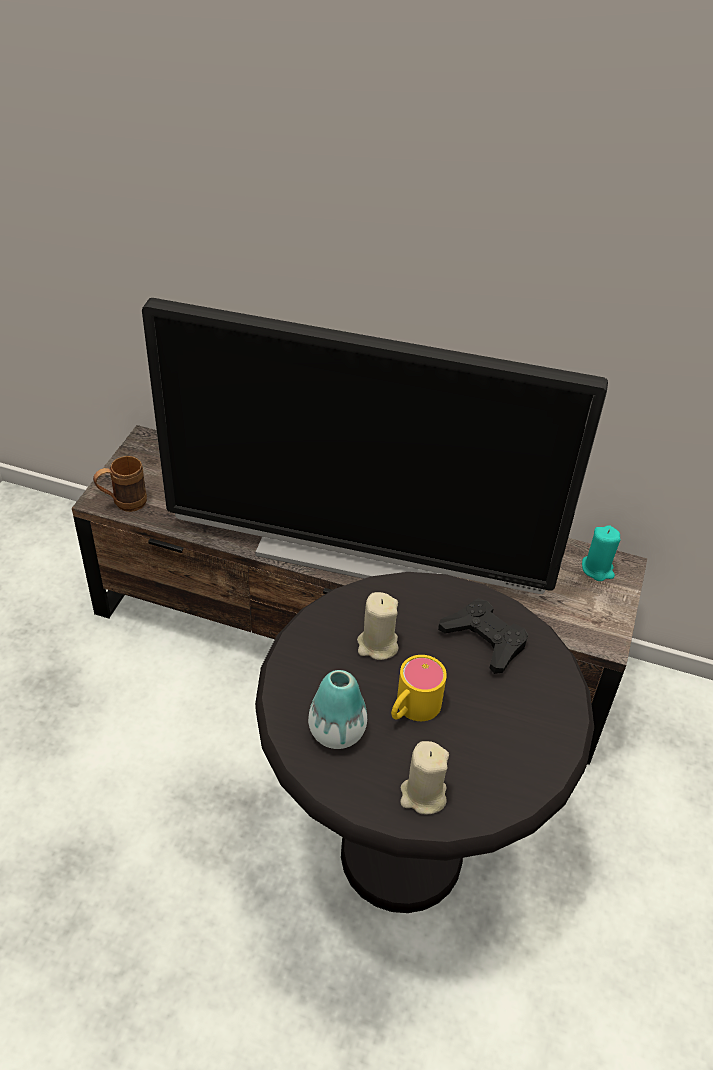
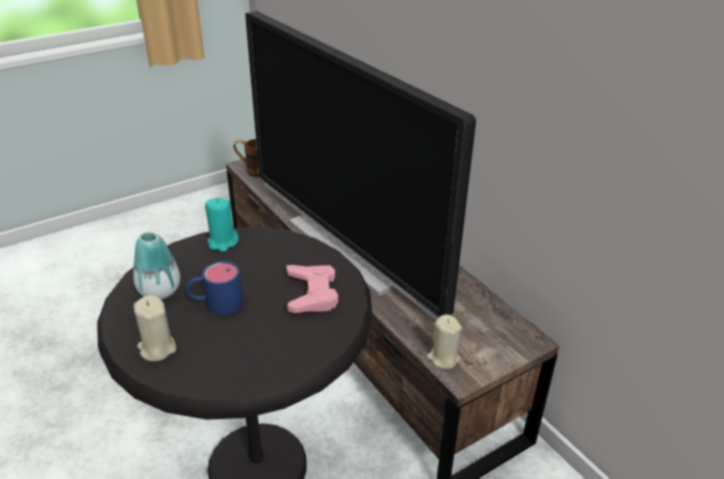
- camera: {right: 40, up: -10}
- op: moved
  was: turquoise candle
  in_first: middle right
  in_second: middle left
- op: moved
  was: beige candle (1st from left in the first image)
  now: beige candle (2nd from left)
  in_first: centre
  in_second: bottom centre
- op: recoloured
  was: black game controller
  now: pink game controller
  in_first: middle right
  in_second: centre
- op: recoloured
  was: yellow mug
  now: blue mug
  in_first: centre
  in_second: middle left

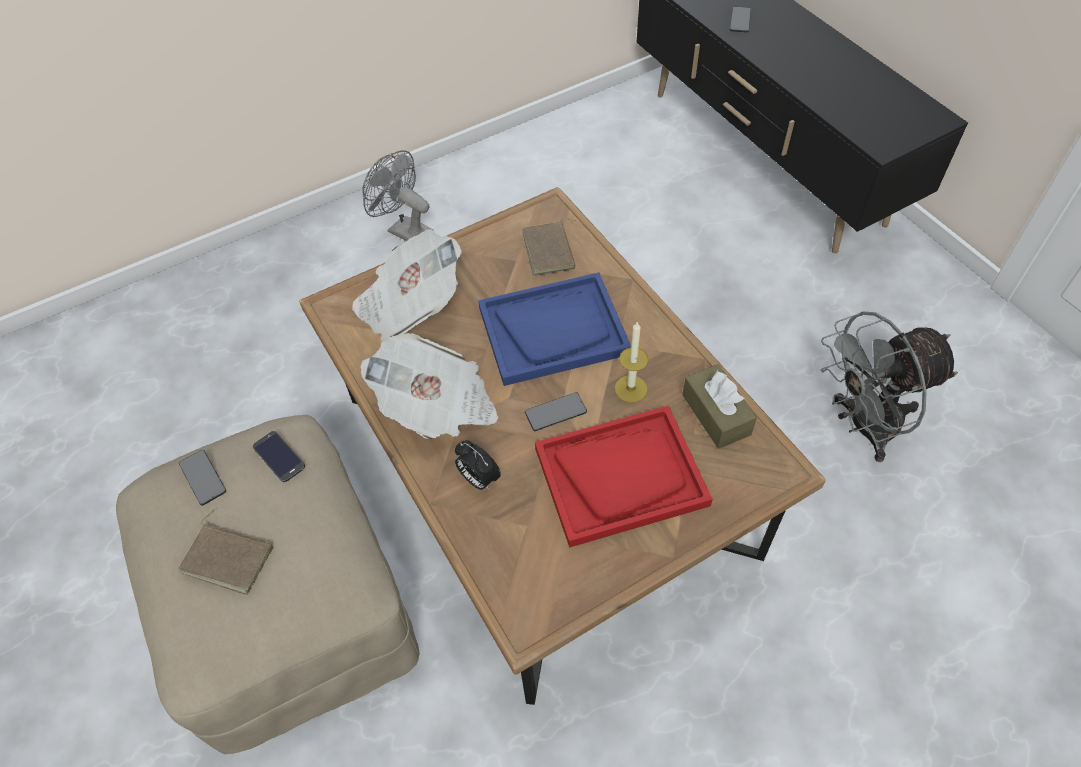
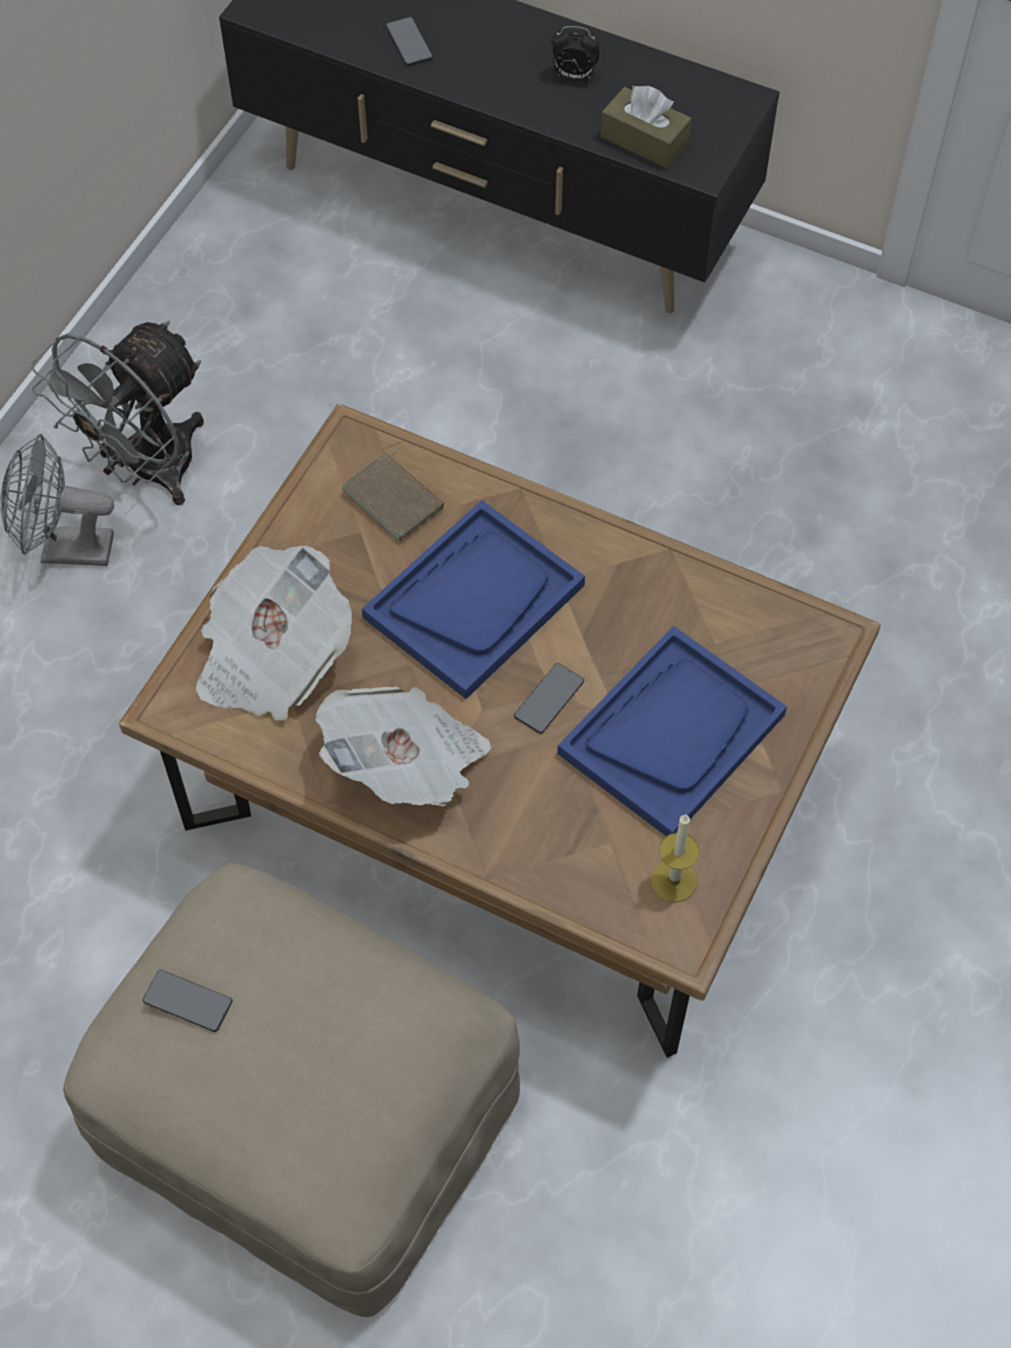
- camera: {right: -35, up: 5}
- op: moved
  was: grey fan (2nd from left)
  in_first: middle right
  in_second: top left
- op: moved
  was: candle
  in_first: centre
  in_second: middle right
- op: moved
  was: brown tissue box
  in_first: centre
  in_second: top centre
- op: recoloured
  was: red tray
  now: blue tray (2nd from left)
  in_first: centre
  in_second: centre
- op: removed
  was: phone (2nd from left)
  in_first: middle left
- op: moved
  was: alarm clock
  in_first: centre
  in_second: top centre
- op: removed
  was: brown book (1st from left)
  in_first: bottom left

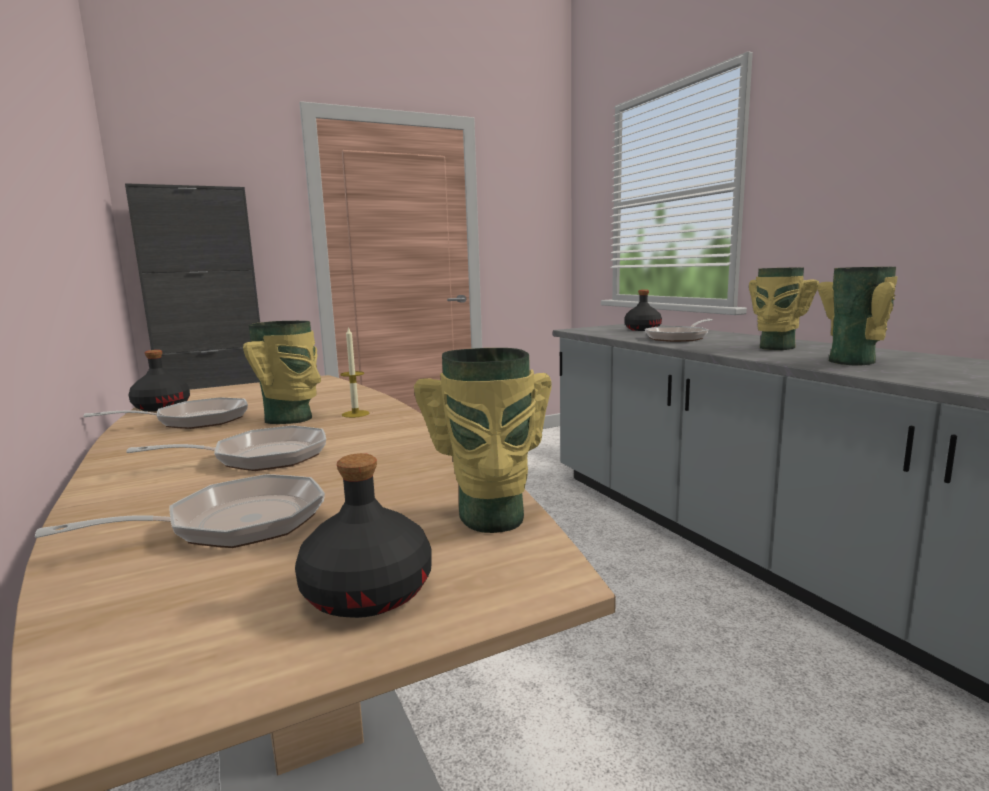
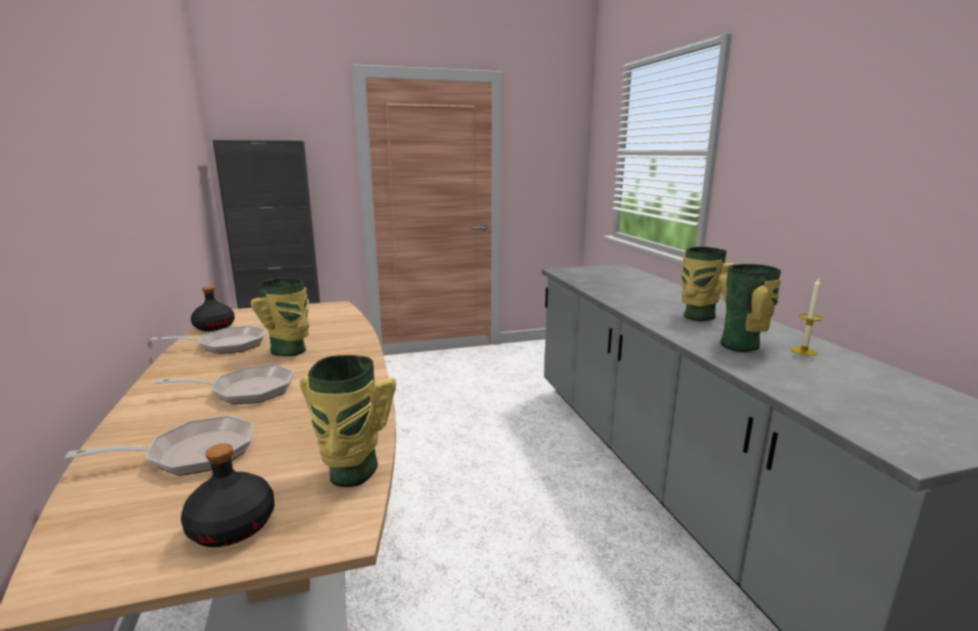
- camera: {right: 10, up: 5}
- op: removed
  was: black bottle (3rd from left)
  in_first: centre
- op: removed
  was: frying pan (4th from left)
  in_first: middle right
- op: moved
  was: candle
  in_first: centre
  in_second: middle right

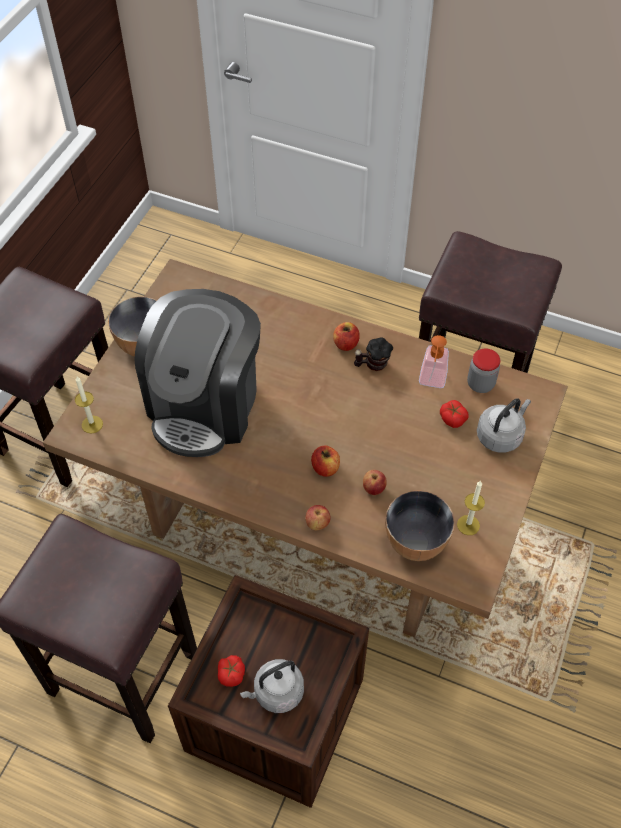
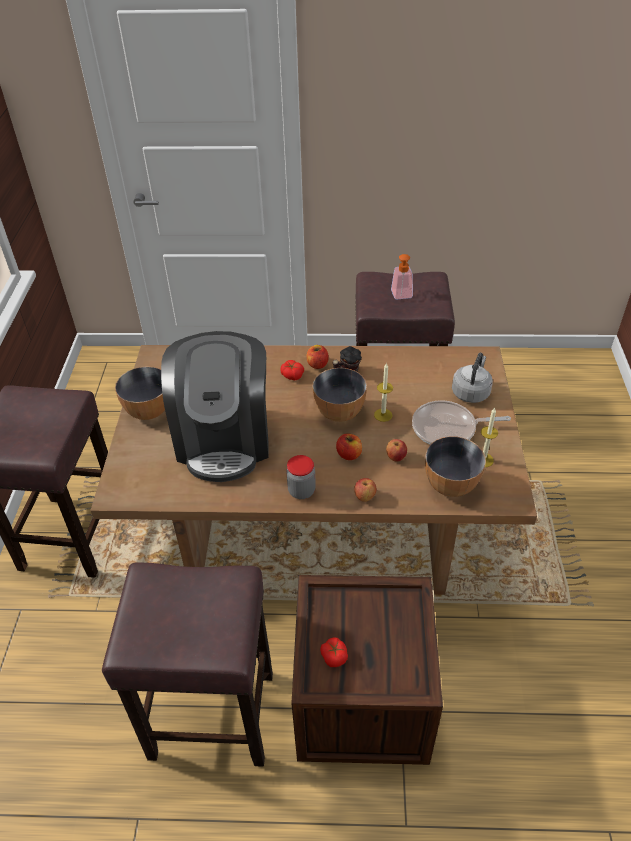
- camera: {right: -20, up: -10}
- op: moved
  was: soap dispenser
  in_first: middle right
  in_second: top centre
- op: moved
  was: jar
  in_first: middle right
  in_second: centre
- op: moved
  was: candle (1st from left)
  in_first: middle left
  in_second: centre
- op: moved
  was: tomato (2nd from left in the first image)
  now: tomato (1st from left)
  in_first: middle right
  in_second: centre
- op: removed
  was: grey kettle (1st from left)
  in_first: bottom centre
- op: added
  now: bowl (2nd from left)
  in_second: centre
- op: added
  now: frying pan
  in_second: middle right

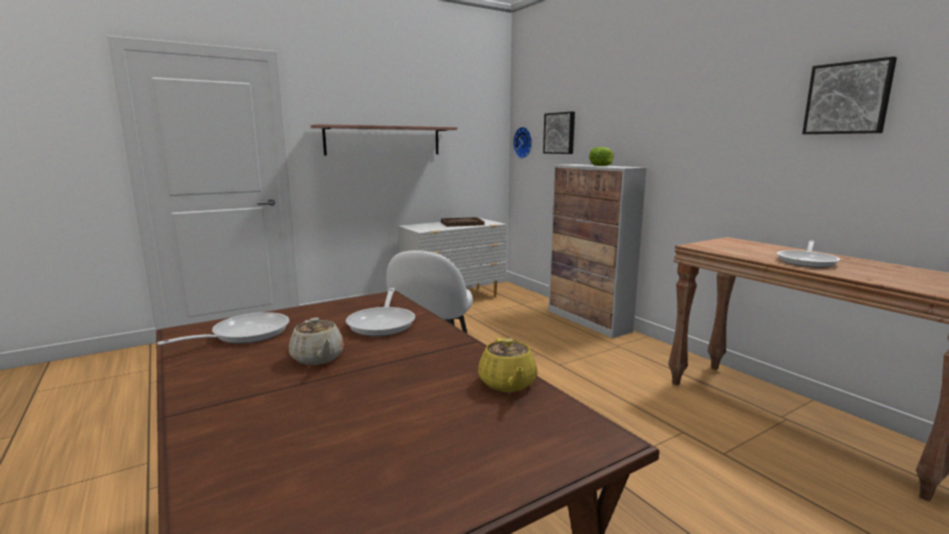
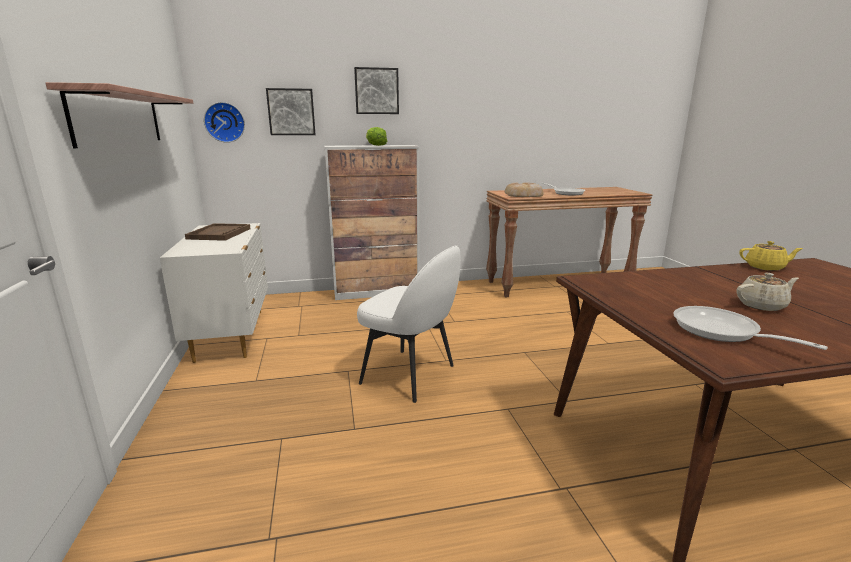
- camera: {right: -70, up: 5}
- op: moved
  was: picture (2nd from left)
  in_first: top right
  in_second: top centre
- op: removed
  was: frying pan (2nd from left)
  in_first: centre
- op: added
  now: bread
  in_second: centre

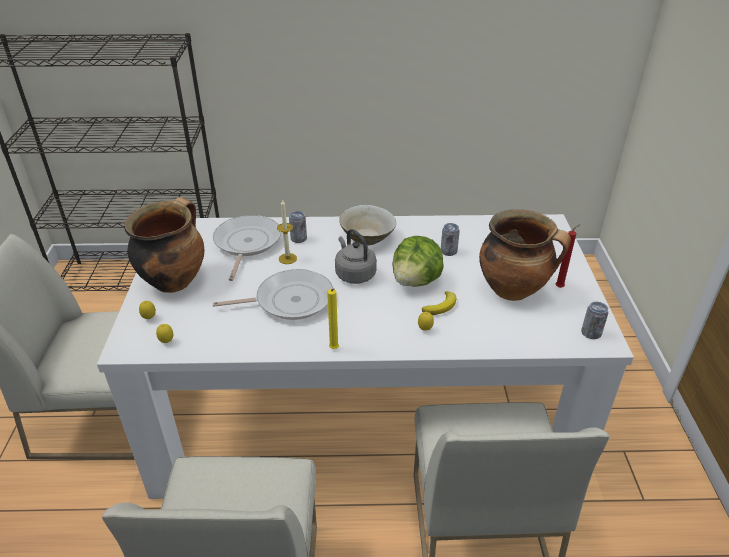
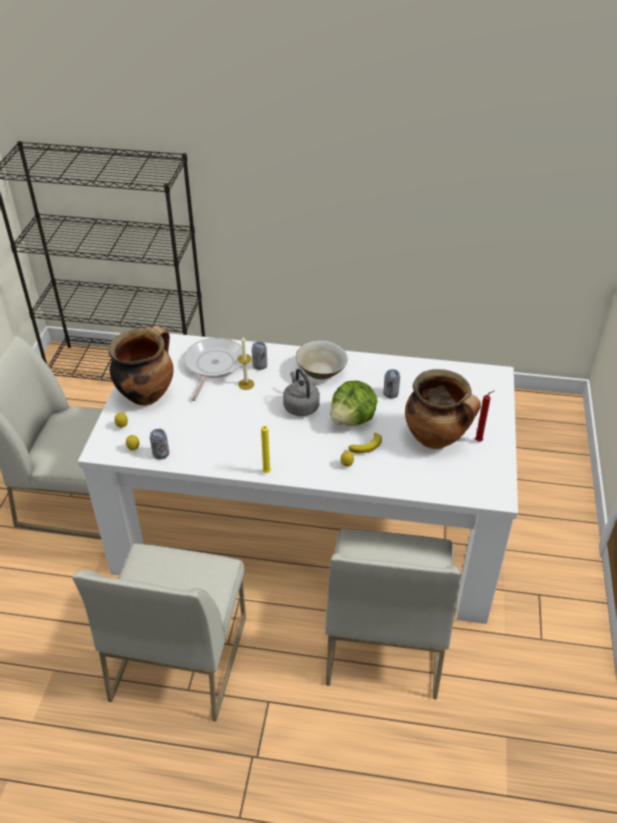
- camera: {right: 10, up: 5}
- op: removed
  was: frying pan (2nd from left)
  in_first: centre
- op: moved
  was: can (3rd from left in the first image)
  now: can (1st from left)
  in_first: middle right
  in_second: middle left

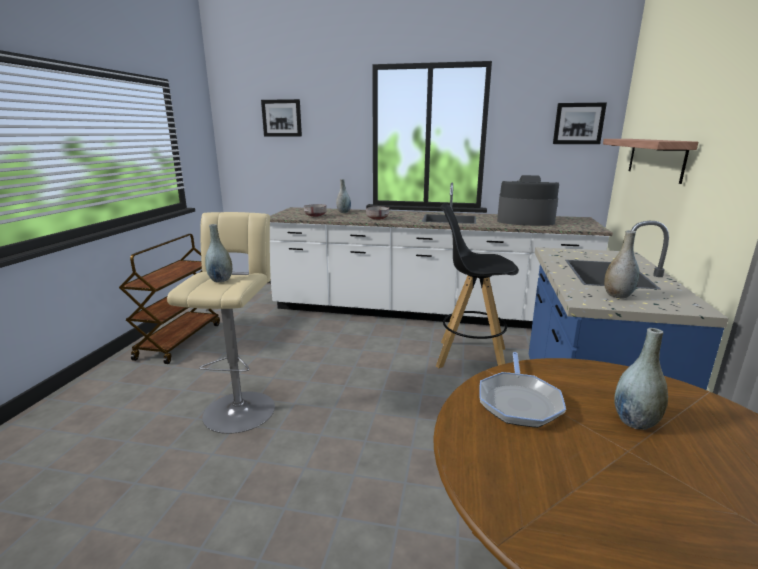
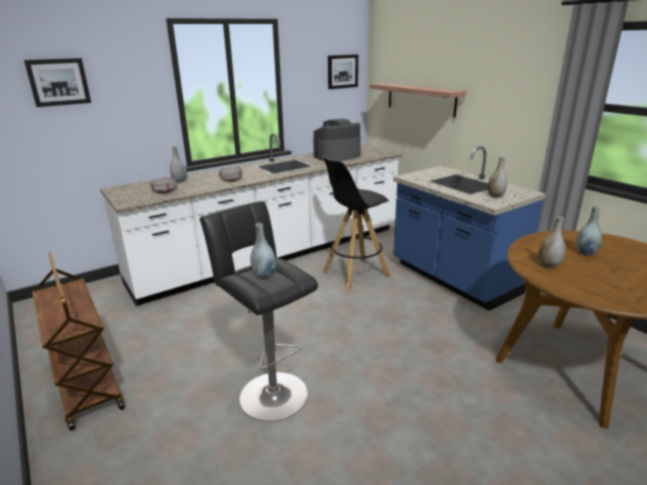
- camera: {right: -45, up: 5}
- op: recoloured
  was: beige stool
  now: black stool (1st from left)
  in_first: middle left
  in_second: centre
- op: replaced
  was: frying pan
  now: grey vase (4th from left)
  in_first: bottom right
  in_second: middle right

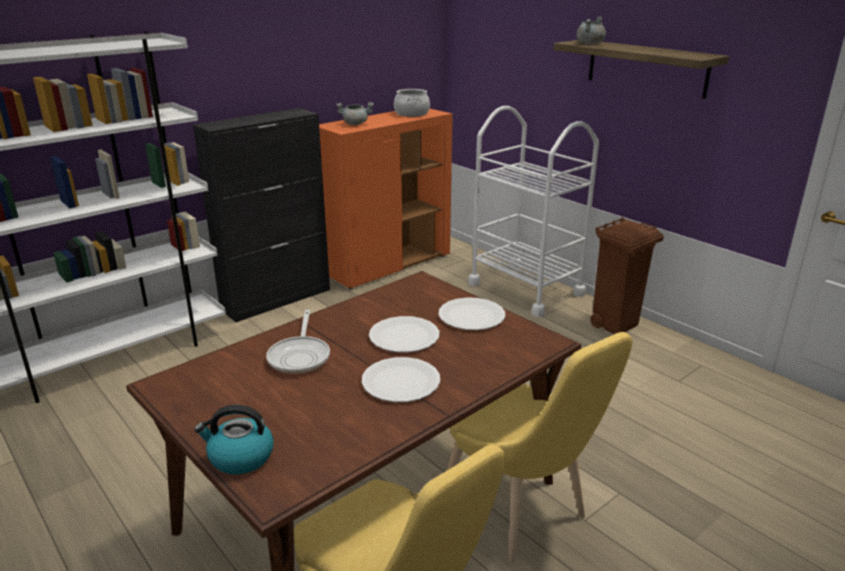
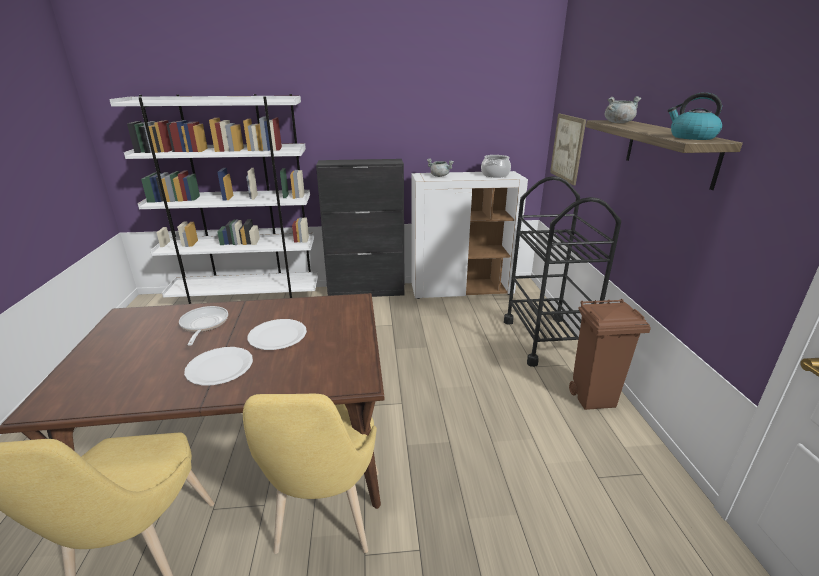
- camera: {right: 35, up: 0}
- op: recoloured
  was: white cart
  now: black cart
  in_first: centre
  in_second: middle right
- op: recoloured
  was: orange cabinet
  now: white cabinet
  in_first: centre
  in_second: centre
- op: removed
  was: white plate (3rd from left)
  in_first: centre
- op: turned
  was: frying pan
  in_first: centre
  in_second: middle left
  clockwise: 135
- op: moved
  was: kettle
  in_first: bottom left
  in_second: top right
- op: added
  now: picture
  in_second: top right

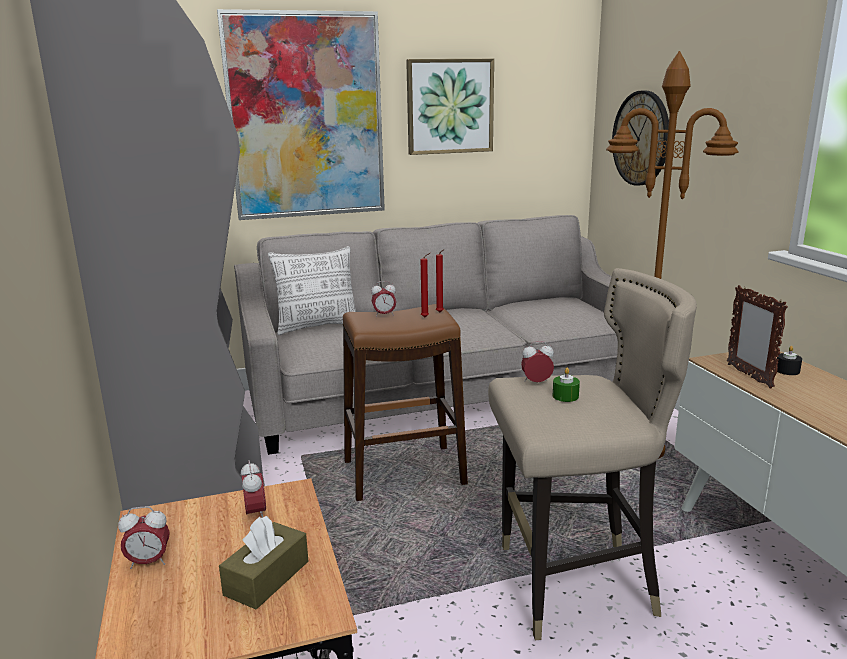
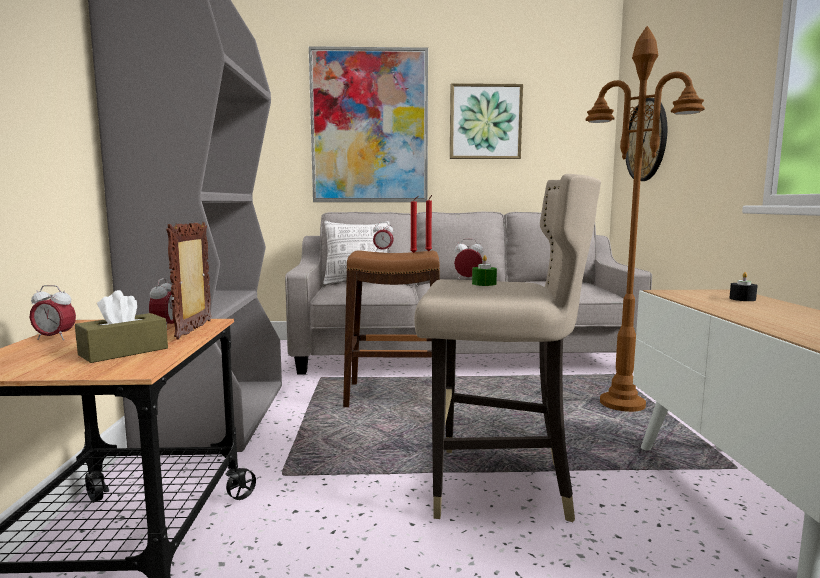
- camera: {right: 15, up: -10}
- op: moved
  was: picture frame
  in_first: middle right
  in_second: middle left

